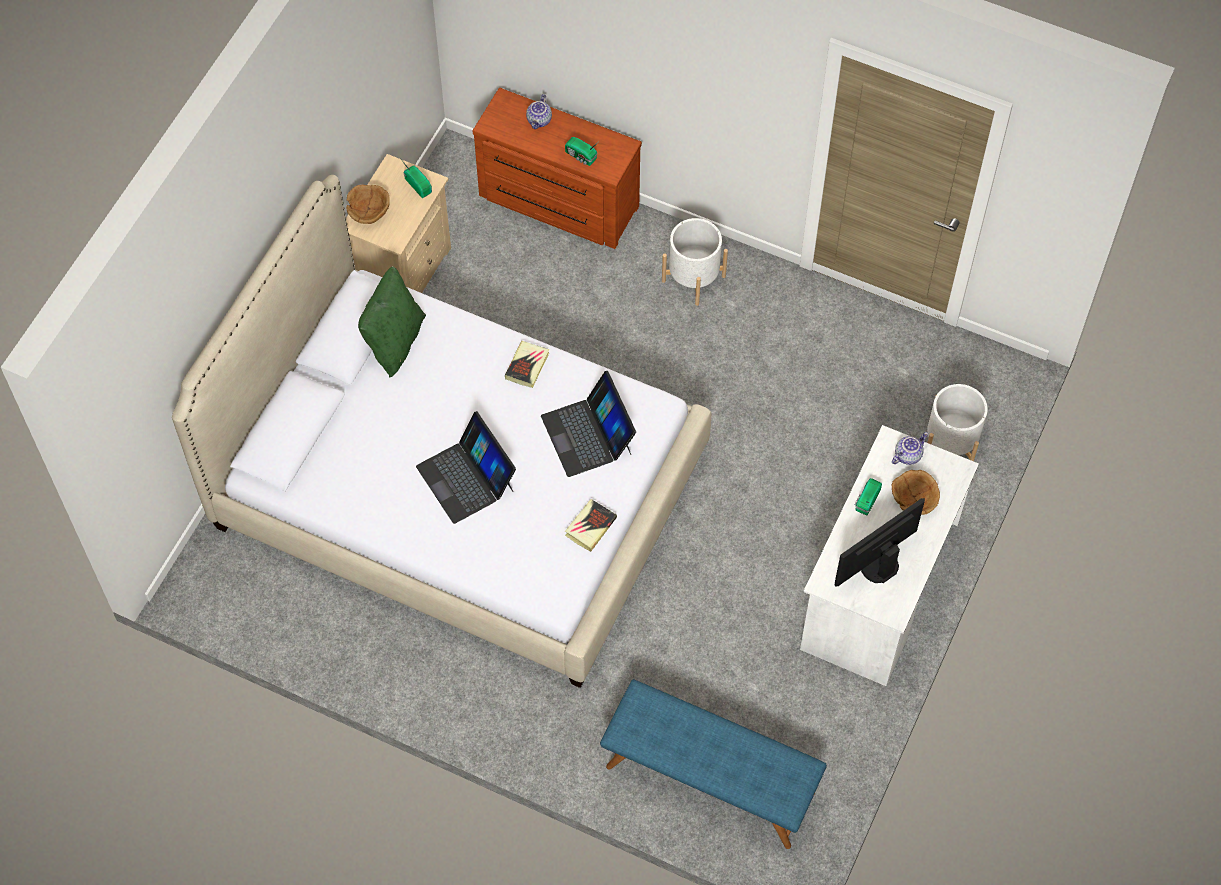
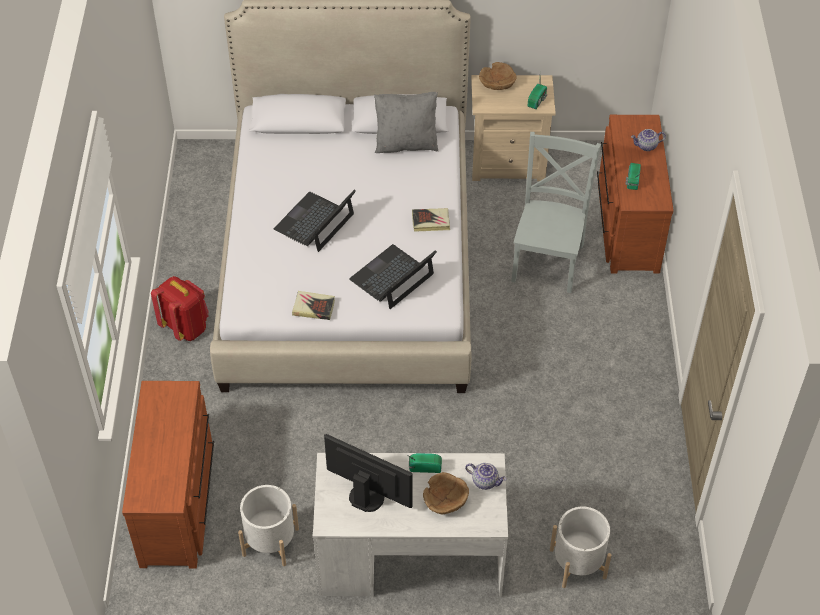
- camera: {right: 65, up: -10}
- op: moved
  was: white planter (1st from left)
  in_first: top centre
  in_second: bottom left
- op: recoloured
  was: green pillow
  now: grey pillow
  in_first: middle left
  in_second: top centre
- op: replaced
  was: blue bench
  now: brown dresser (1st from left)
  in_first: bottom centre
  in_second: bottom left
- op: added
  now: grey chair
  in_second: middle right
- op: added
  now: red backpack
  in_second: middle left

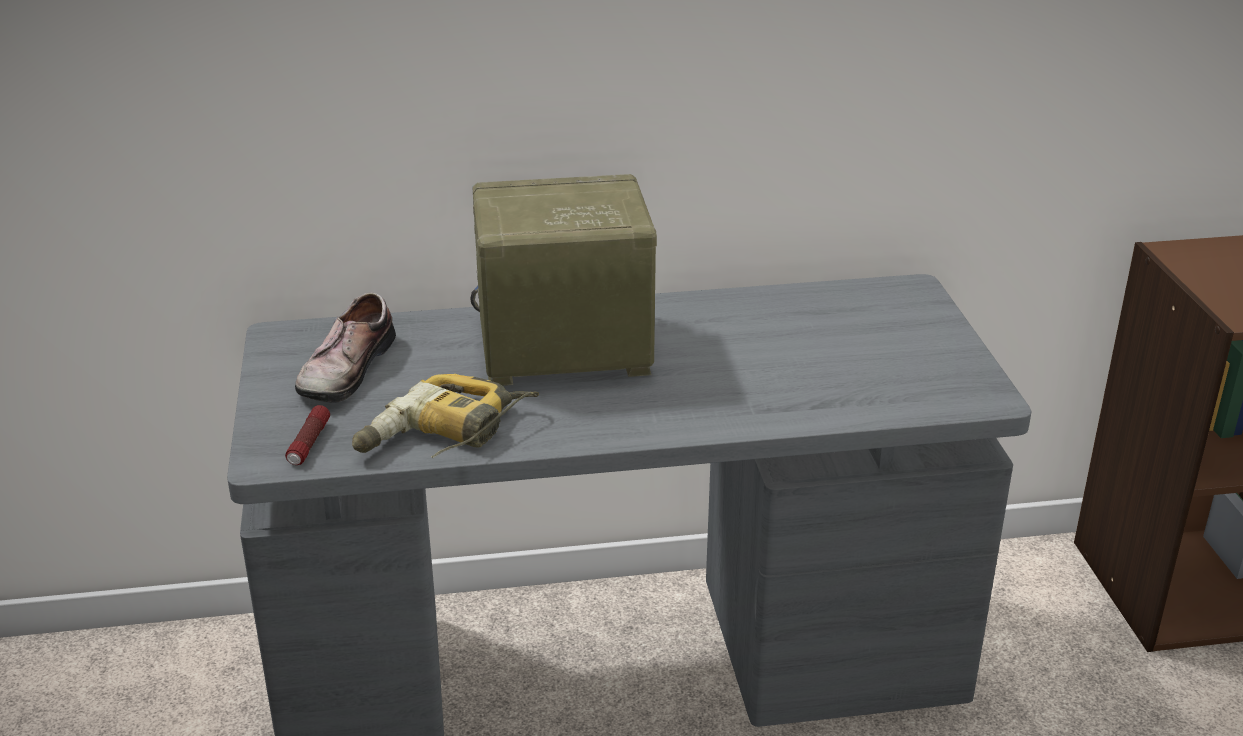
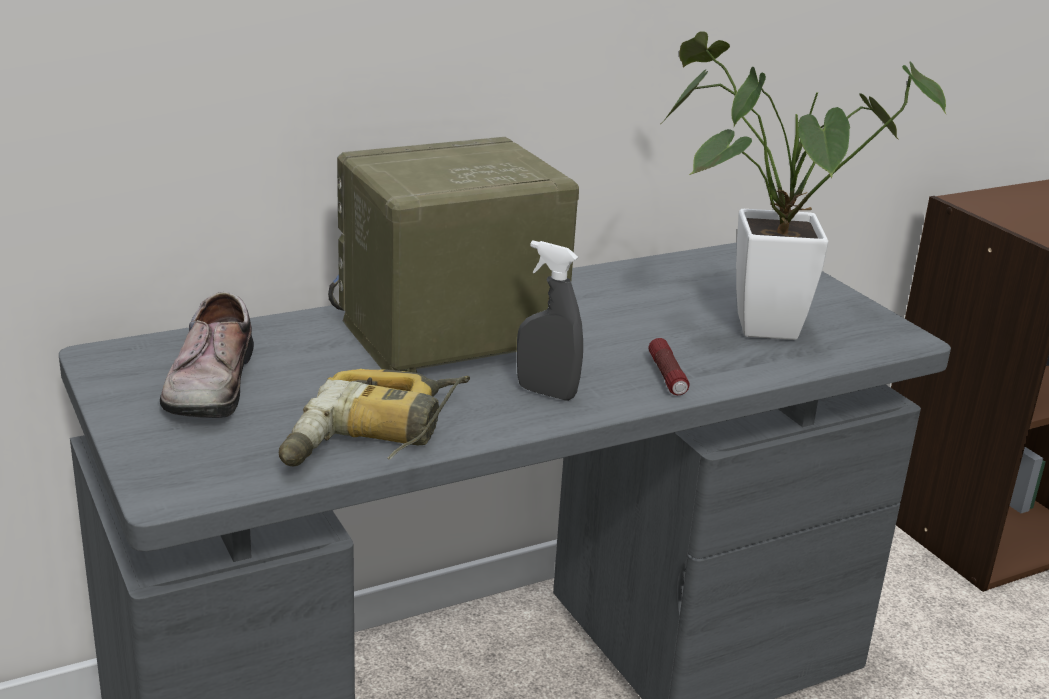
- camera: {right: -20, up: -5}
- op: moved
  was: flashlight
  in_first: middle left
  in_second: centre
- op: added
  now: potted plant
  in_second: top right
- op: added
  now: grey spray bottle
  in_second: centre

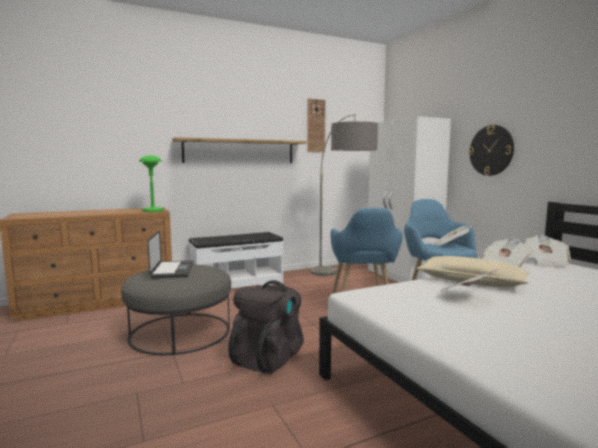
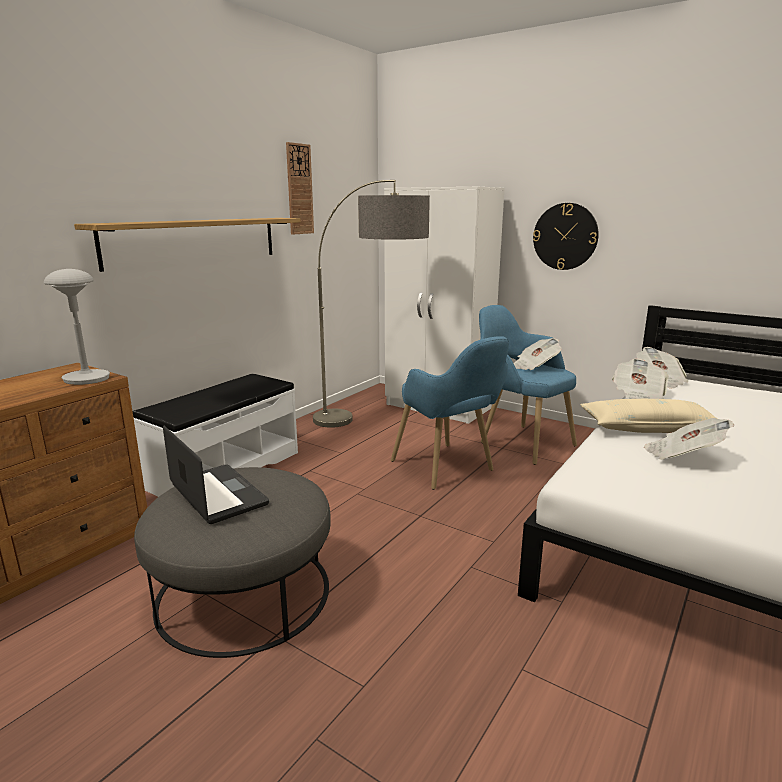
- camera: {right: -30, up: 10}
- op: recoloured
  was: green table lamp
  now: grey table lamp
  in_first: middle left
  in_second: middle left
- op: removed
  was: black backpack
  in_first: bottom centre

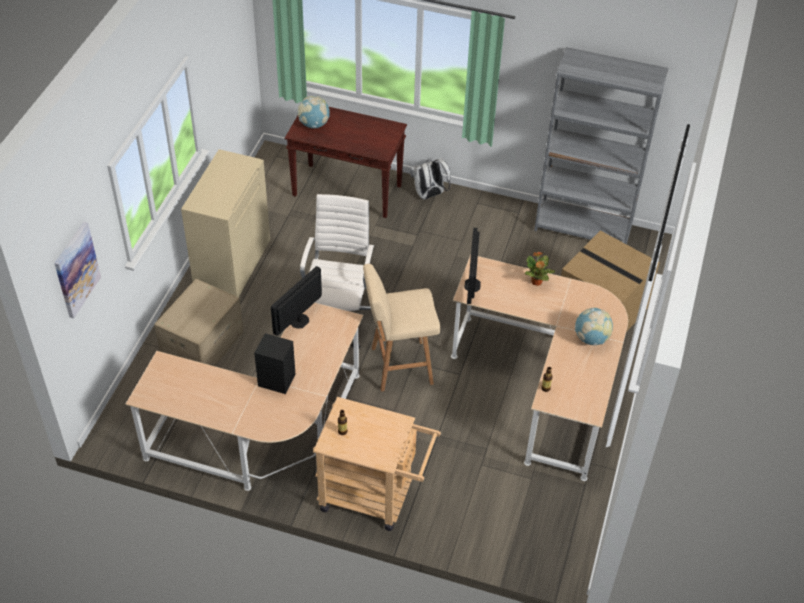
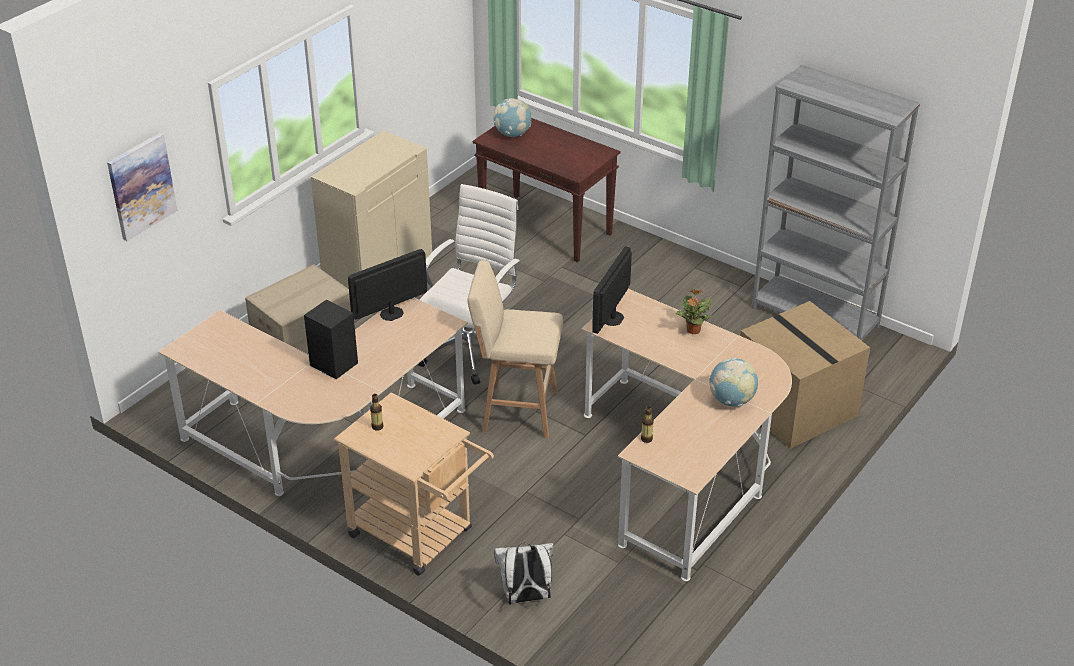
- camera: {right: 20, up: -10}
- op: moved
  was: white backpack
  in_first: top centre
  in_second: bottom centre

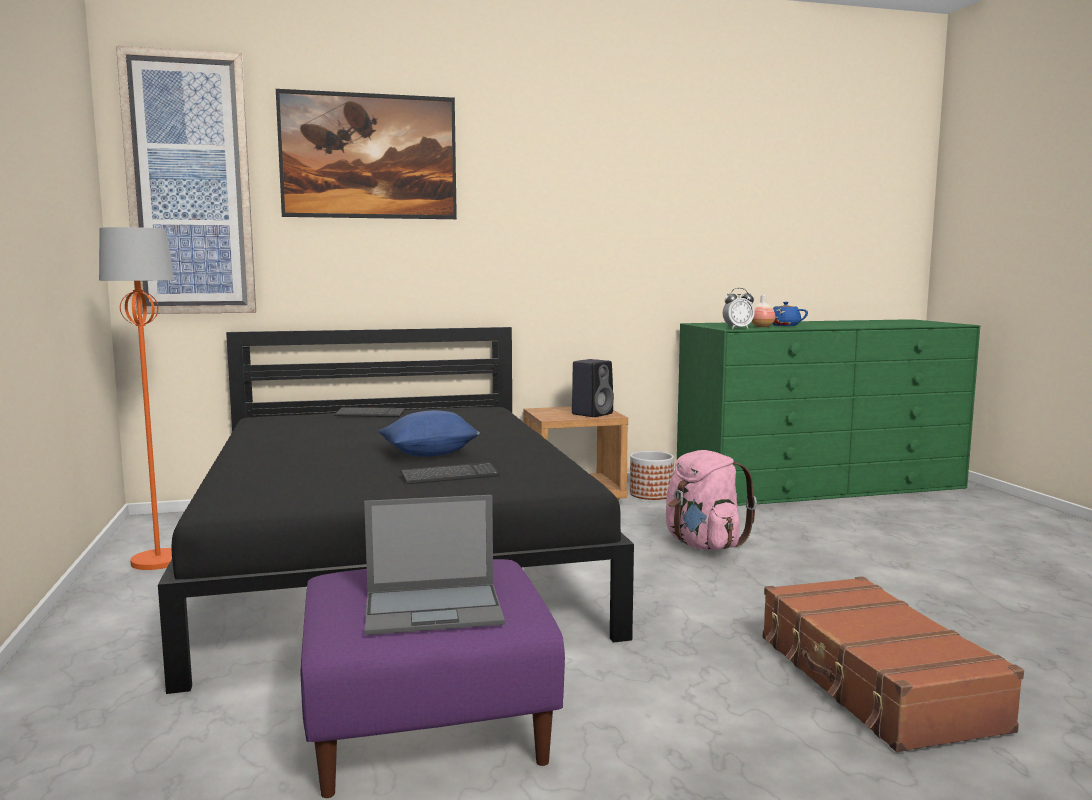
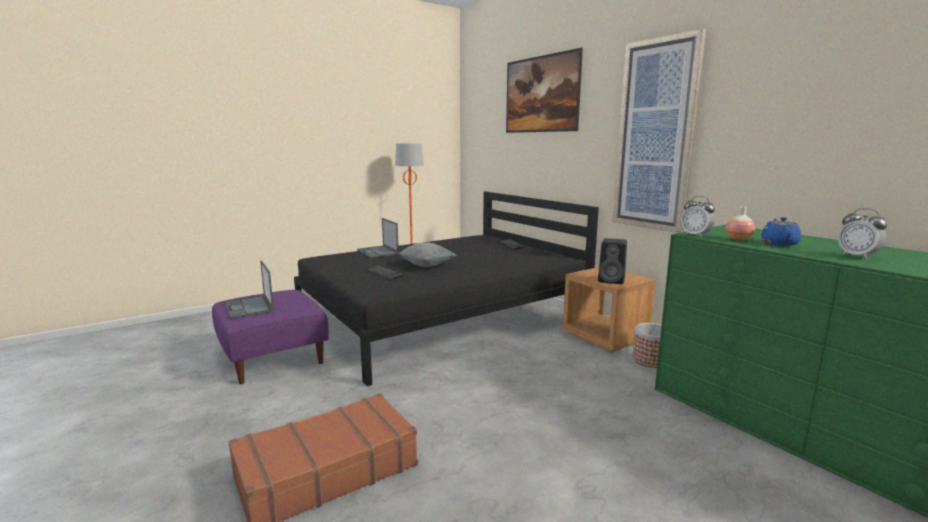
- camera: {right: 70, up: 5}
- op: moved
  was: picture (1st from left in the first image)
  now: picture (2nd from left)
  in_first: top left
  in_second: top right
- op: recoloured
  was: blue pillow
  now: grey pillow
  in_first: centre
  in_second: centre
- op: removed
  was: pink backpack
  in_first: centre
- op: added
  now: alarm clock (2nd from left)
  in_second: middle right
- op: added
  now: laptop (2nd from left)
  in_second: centre

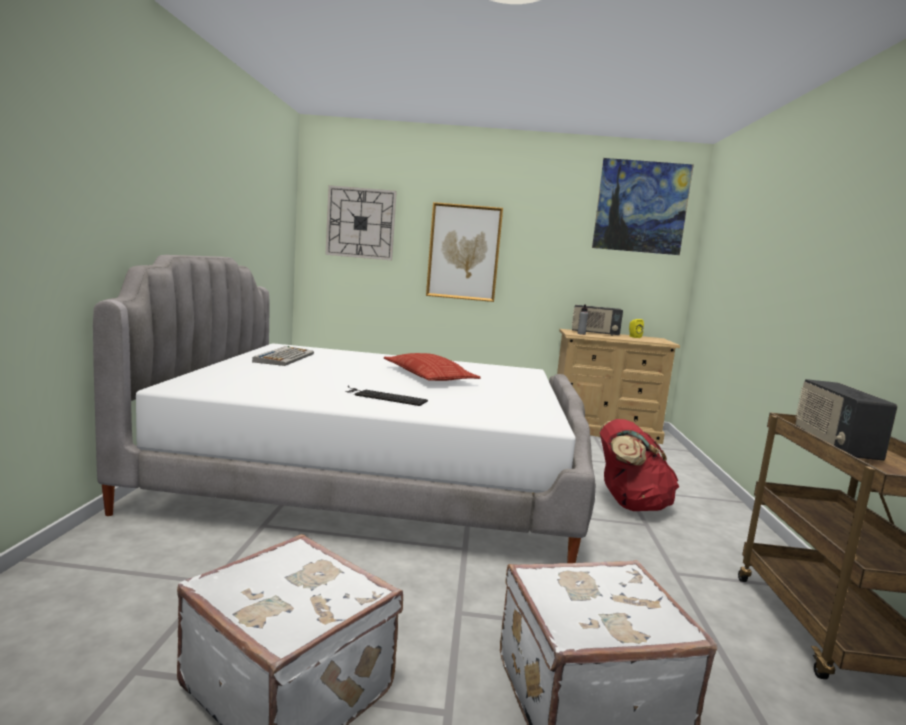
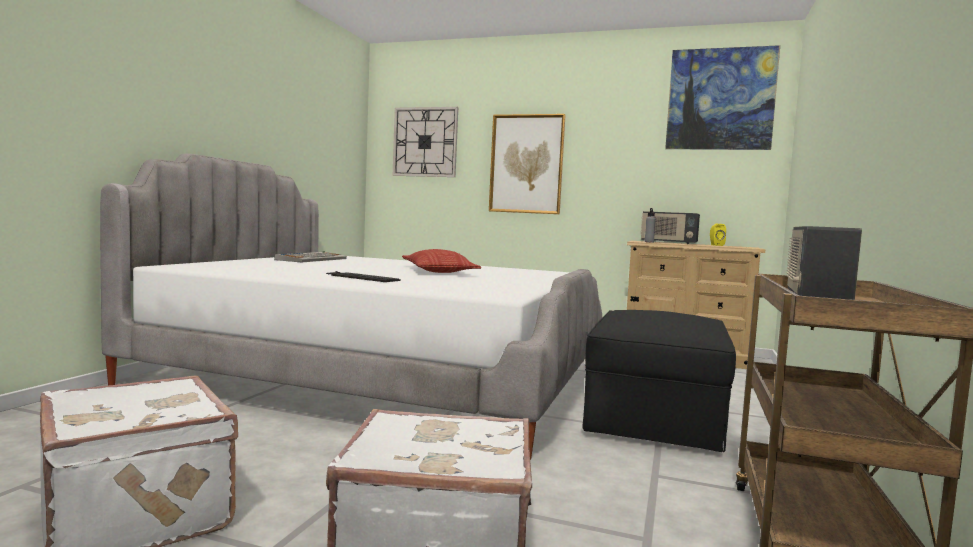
- camera: {right: 15, up: -5}
- op: replaced
  was: red backpack
  now: black ottoman
  in_first: middle right
  in_second: bottom right

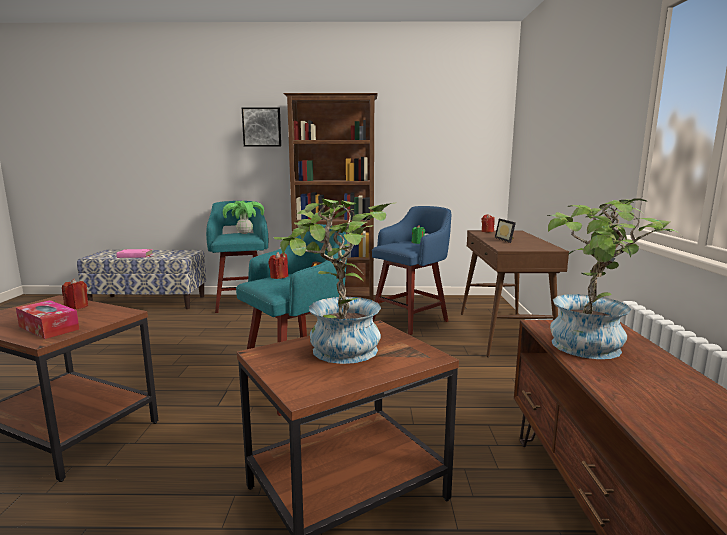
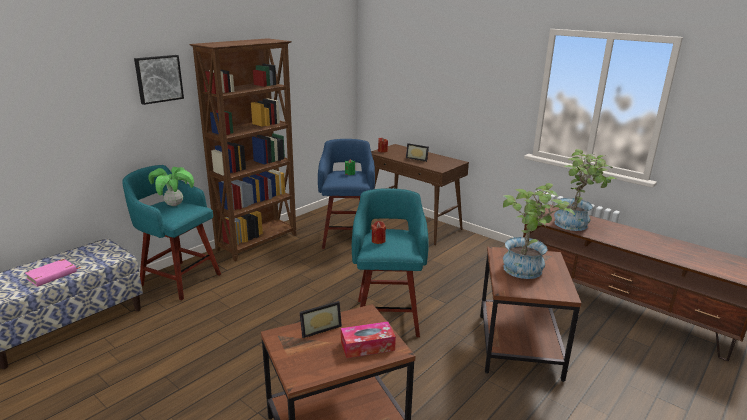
- camera: {right: -50, up: 10}
- op: replaced
  was: red candle (1st from left)
  now: picture frame (1st from left)
  in_first: middle left
  in_second: bottom centre

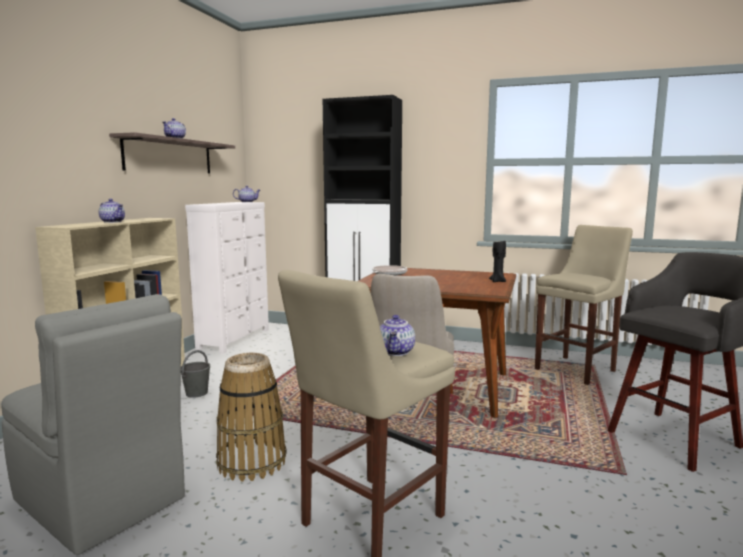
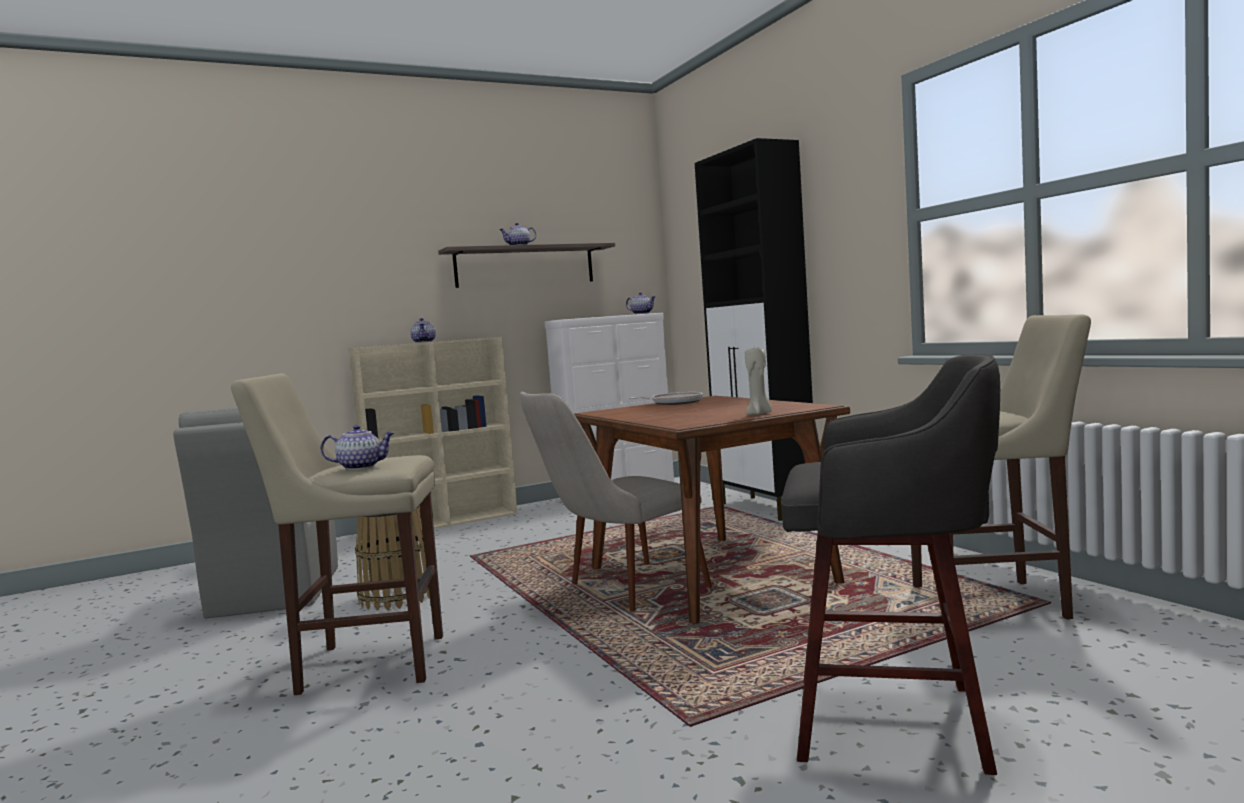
- camera: {right: 45, up: -5}
- op: recoloured
  was: black candle
  now: beige candle
  in_first: middle right
  in_second: centre
- op: turned
  was: teapot (4th from left in the first image)
  in_first: centre
  in_second: middle left
  clockwise: -150
- op: removed
  was: grey bucket
  in_first: bottom left

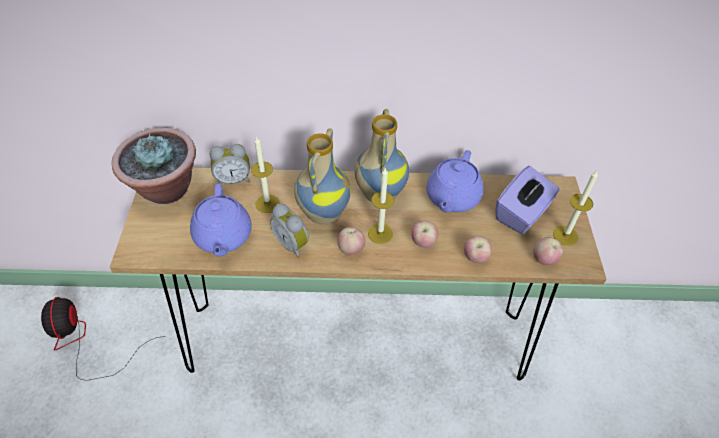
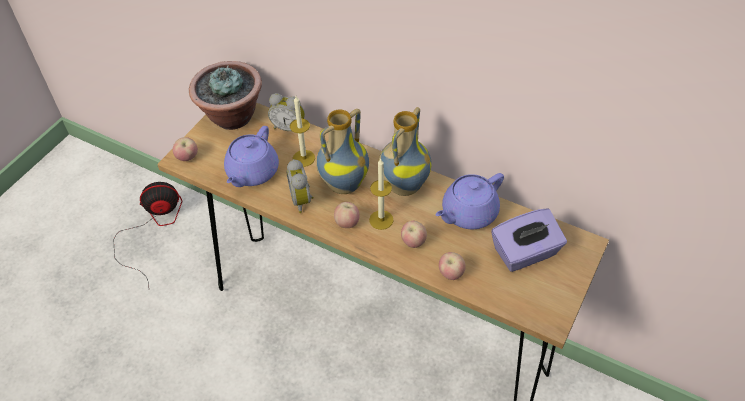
- camera: {right: 30, up: 0}
- op: removed
  was: candle (3rd from left)
  in_first: middle right
- op: moved
  was: apple (4th from left in the first image)
  now: apple (1st from left)
  in_first: middle right
  in_second: middle left
- op: turned
  was: fan
  in_first: bottom left
  in_second: middle left
  clockwise: 60

